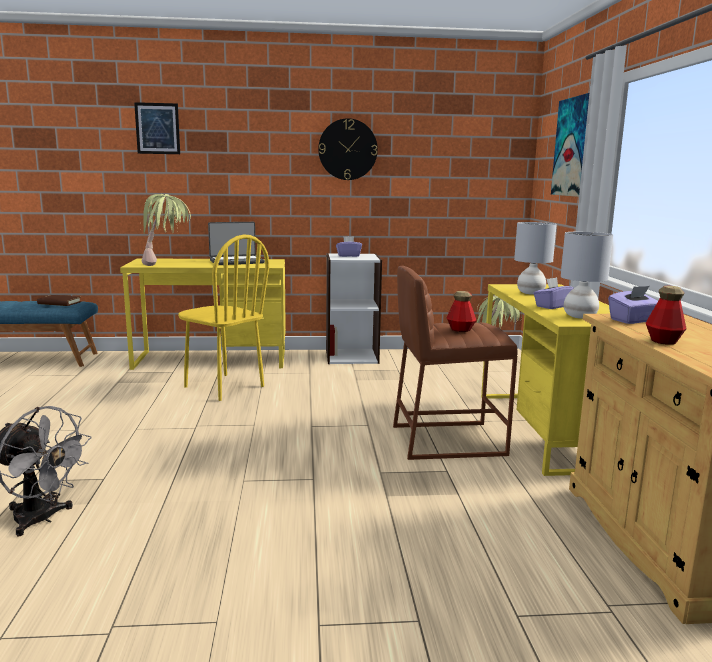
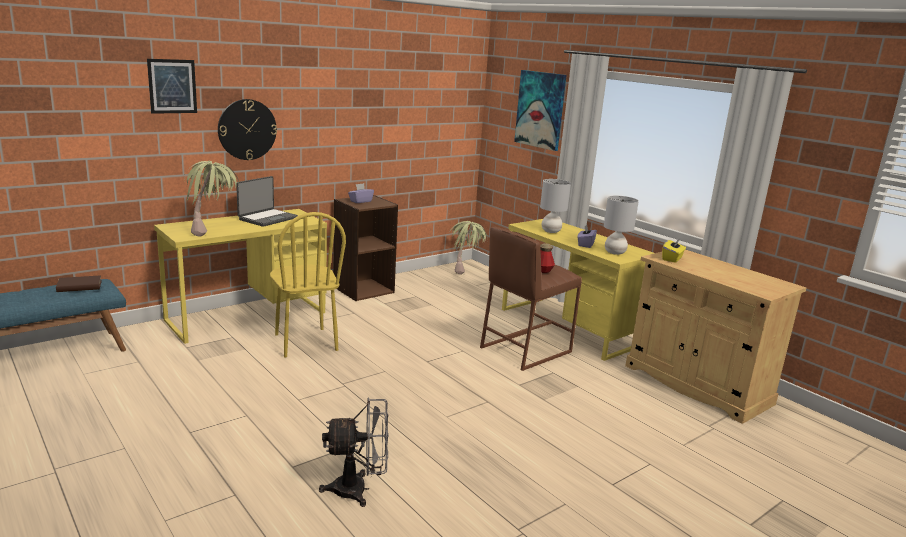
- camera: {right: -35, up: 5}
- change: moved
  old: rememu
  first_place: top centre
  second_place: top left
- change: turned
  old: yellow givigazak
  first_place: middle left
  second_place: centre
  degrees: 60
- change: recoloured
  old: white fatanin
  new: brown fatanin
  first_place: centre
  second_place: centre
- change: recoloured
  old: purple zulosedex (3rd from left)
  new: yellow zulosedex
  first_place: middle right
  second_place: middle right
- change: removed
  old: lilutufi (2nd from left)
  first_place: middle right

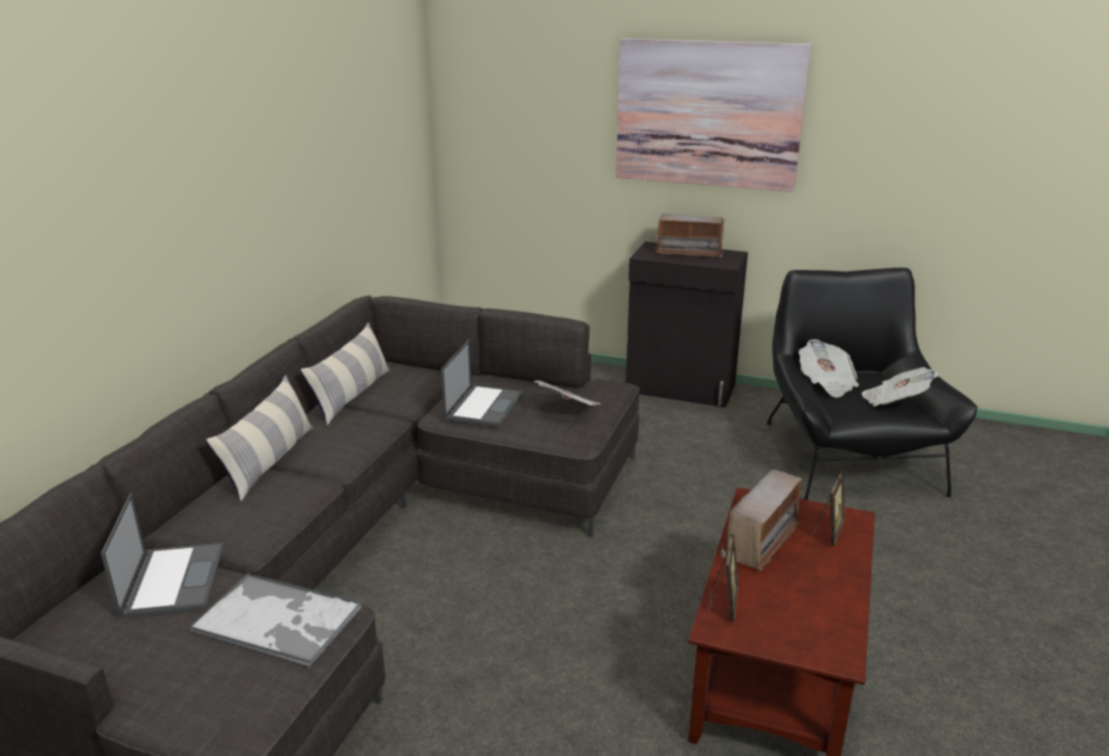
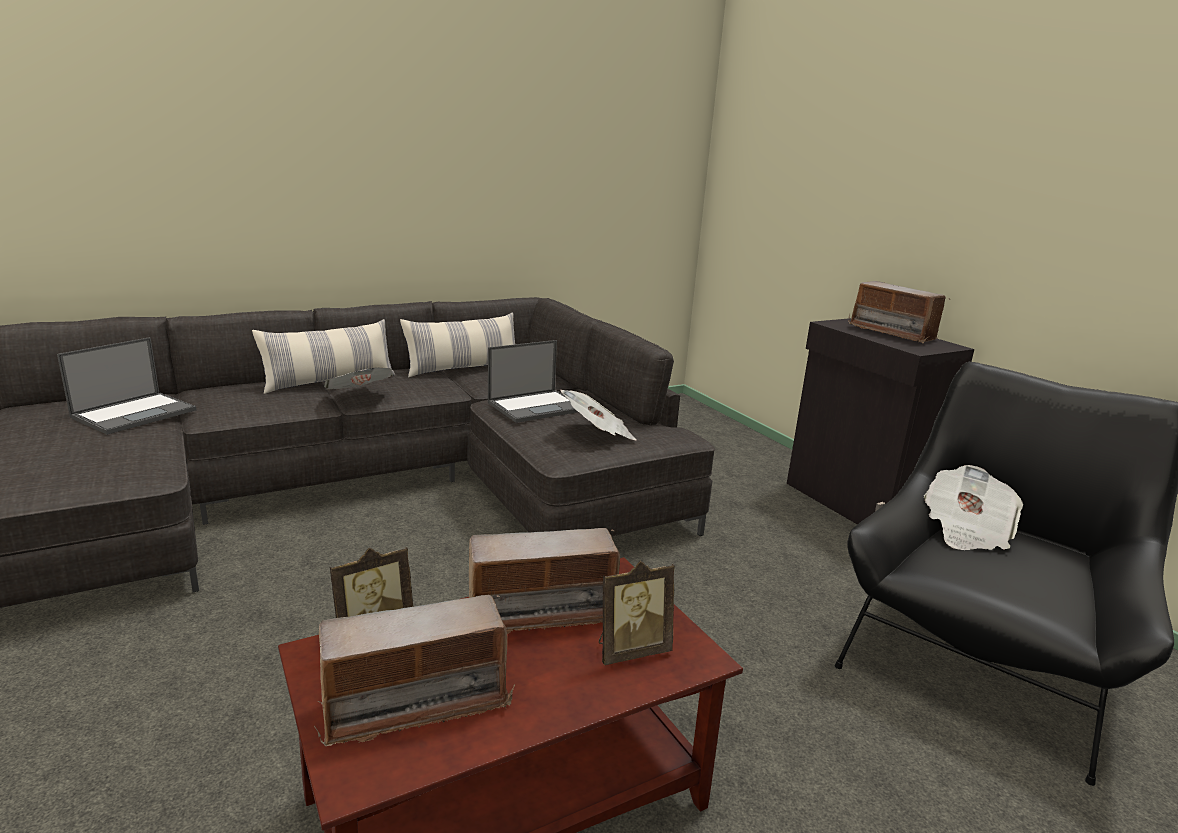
- camera: {right: 40, up: -5}
- change: removed
  old: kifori
  first_place: top centre
- change: moved
  old: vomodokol (3rd from left in the first image)
  new: vomodokol (1st from left)
  first_place: middle right
  second_place: middle left
- change: removed
  old: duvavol
  first_place: bottom left
- change: added
  new: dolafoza (1st from left)
  second_place: bottom centre

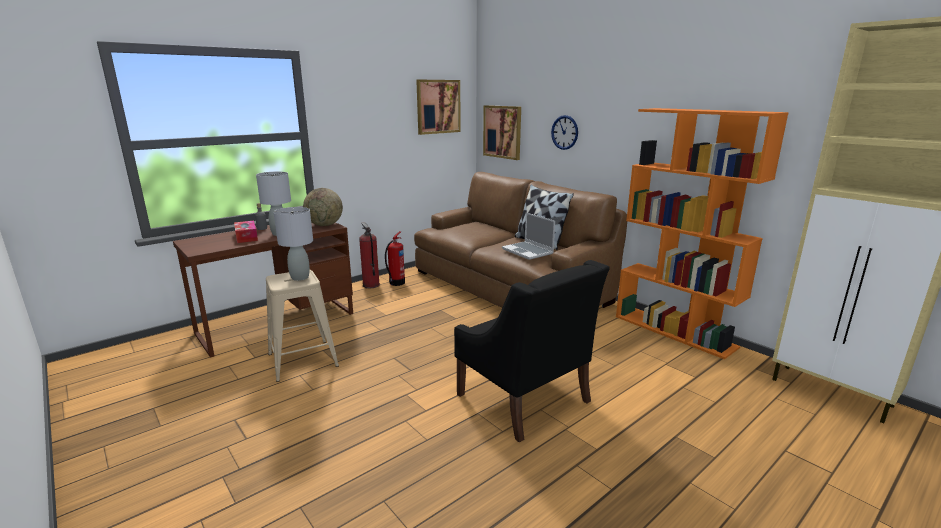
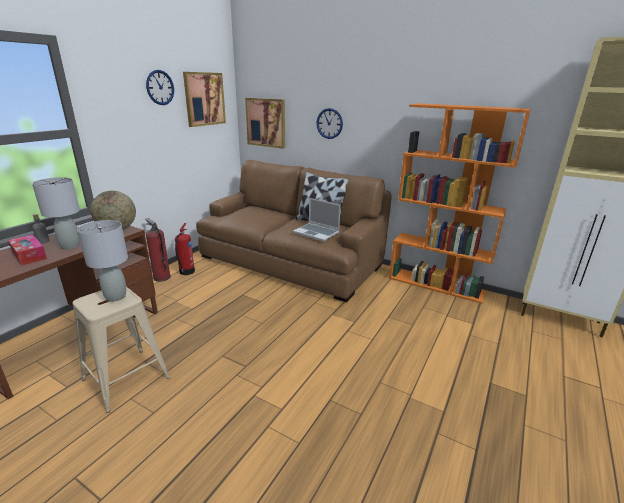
- camera: {right: -20, up: 5}
- change: removed
  old: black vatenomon
  first_place: centre
- change: added
  new: rememu (1st from left)
  second_place: top left

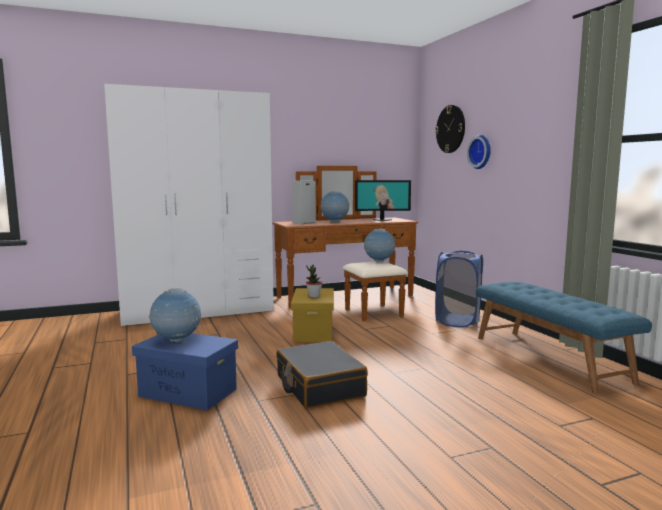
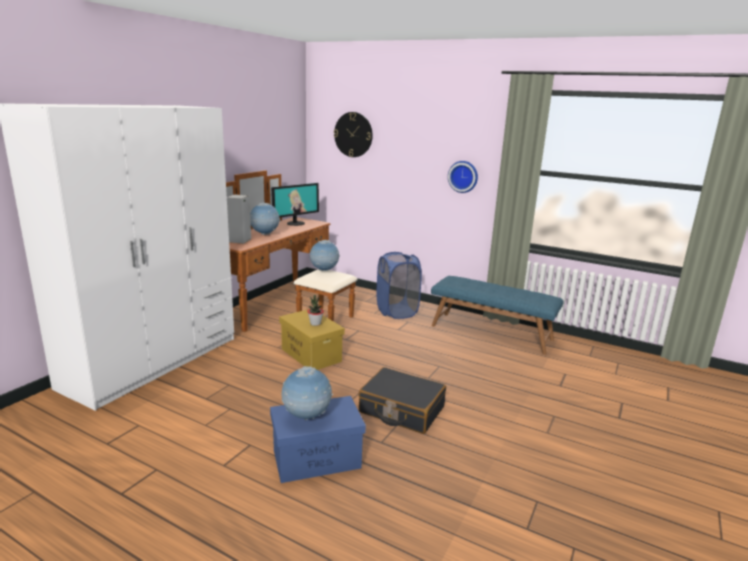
- camera: {right: -40, up: 10}
- change: moved
  old: rememu (2nd from left)
  first_place: top right
  second_place: top centre

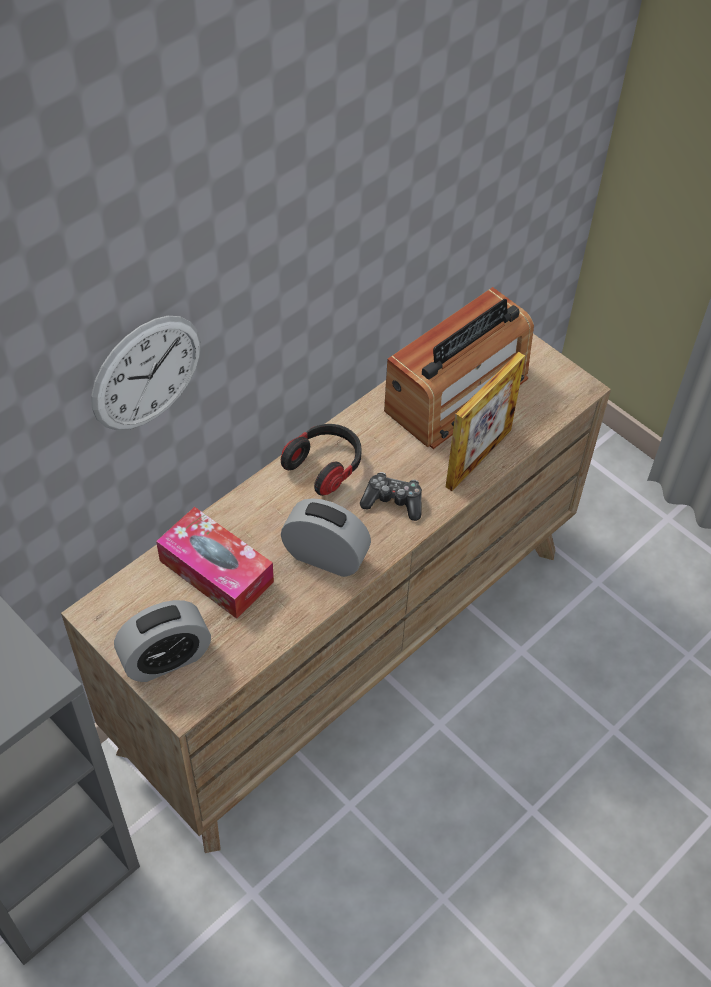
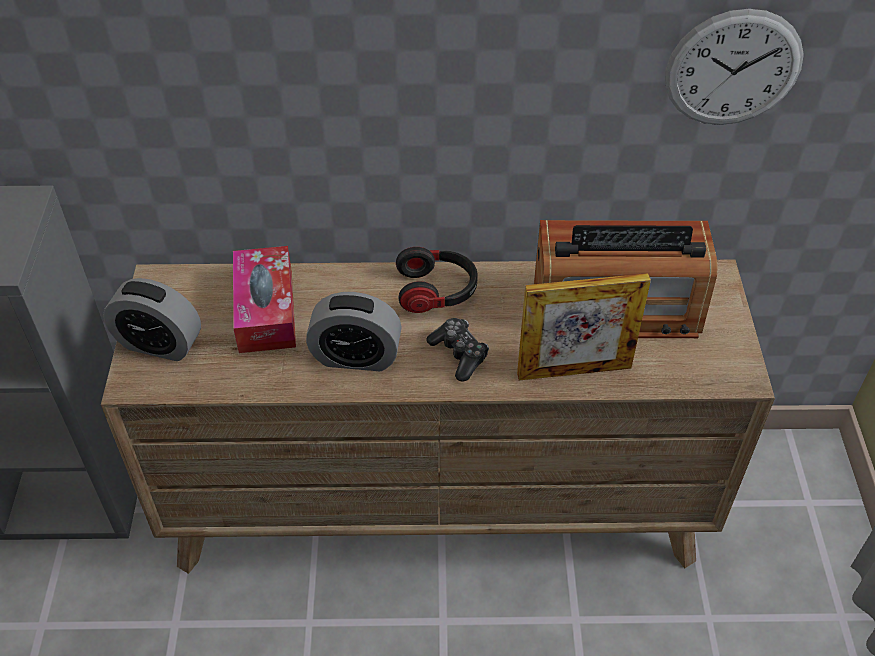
- camera: {right: 45, up: -5}
- change: moved
  old: rememu
  first_place: middle left
  second_place: top right
- change: turned
  old: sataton (2nd from left)
  first_place: centre
  second_place: centre
  degrees: 120

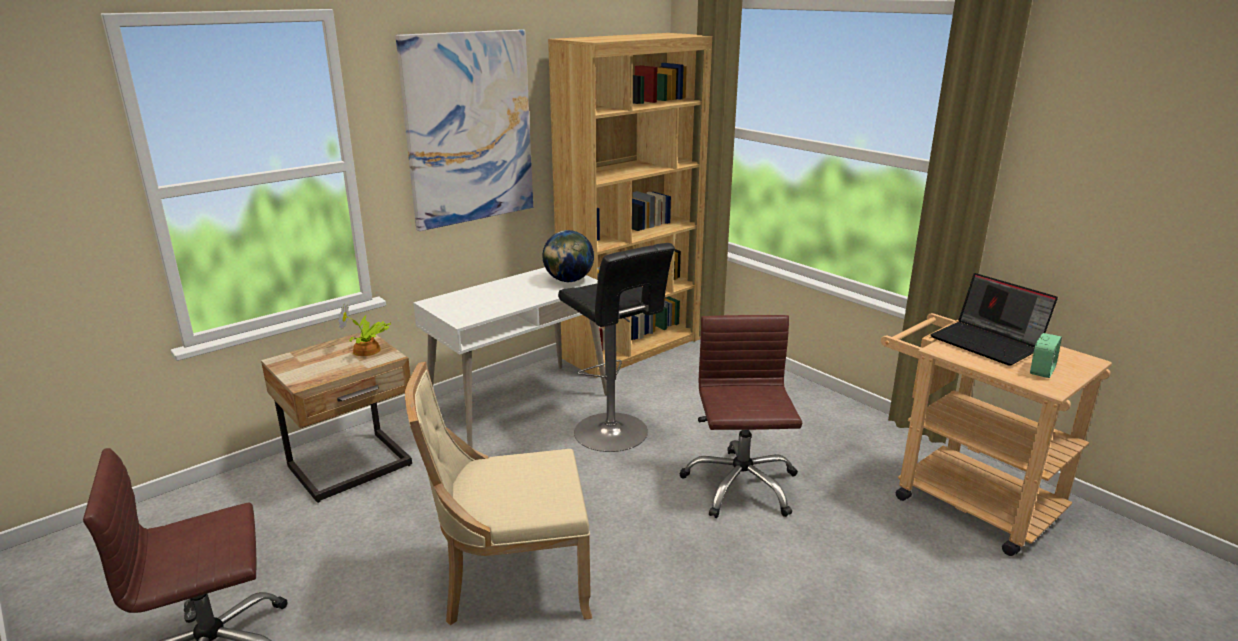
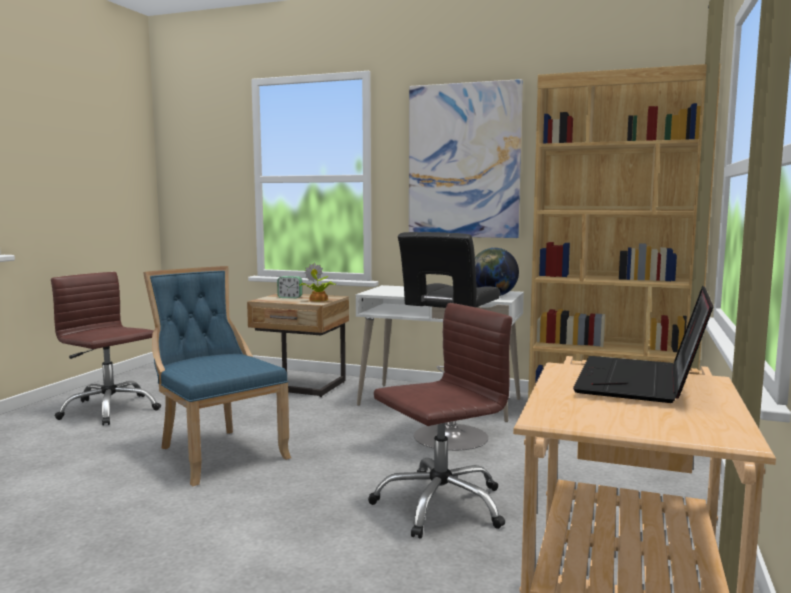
- camera: {right: 60, up: -15}
- change: moved
  old: sataton
  first_place: middle right
  second_place: centre
- change: recoloured
  old: beige givigazak
  new: blue givigazak
  first_place: bottom centre
  second_place: middle left

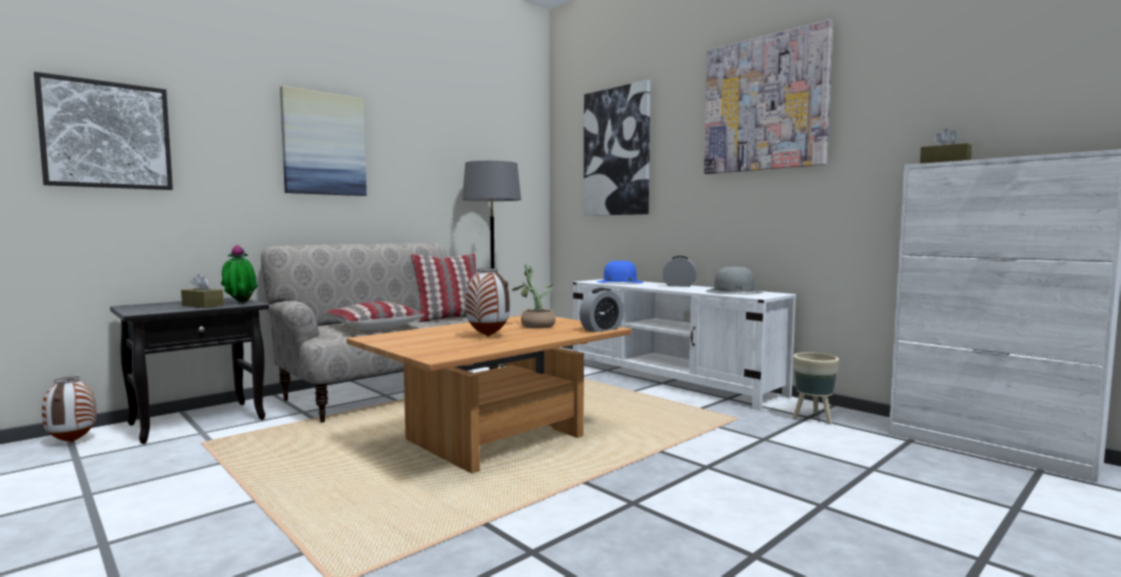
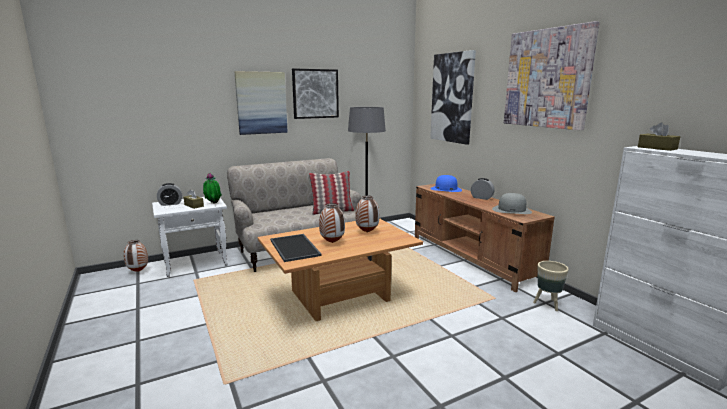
- camera: {right: 15, up: 10}
- change: moved
  old: kifori (1st from left in the first image)
  new: kifori (2nd from left)
  first_place: top left
  second_place: top centre
- change: replaced
  old: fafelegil (2nd from left)
  new: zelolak (3rd from left)
  first_place: centre
  second_place: centre
- change: recoloured
  old: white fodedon
  new: brown fodedon
  first_place: centre
  second_place: middle right
- change: moved
  old: sataton (1st from left)
  first_place: centre
  second_place: middle left
- change: recoloured
  old: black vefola
  new: white vefola
  first_place: middle left
  second_place: middle left
- change: removed
  old: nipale (1st from left)
  first_place: centre
- change: added
  new: duvavol
  second_place: centre

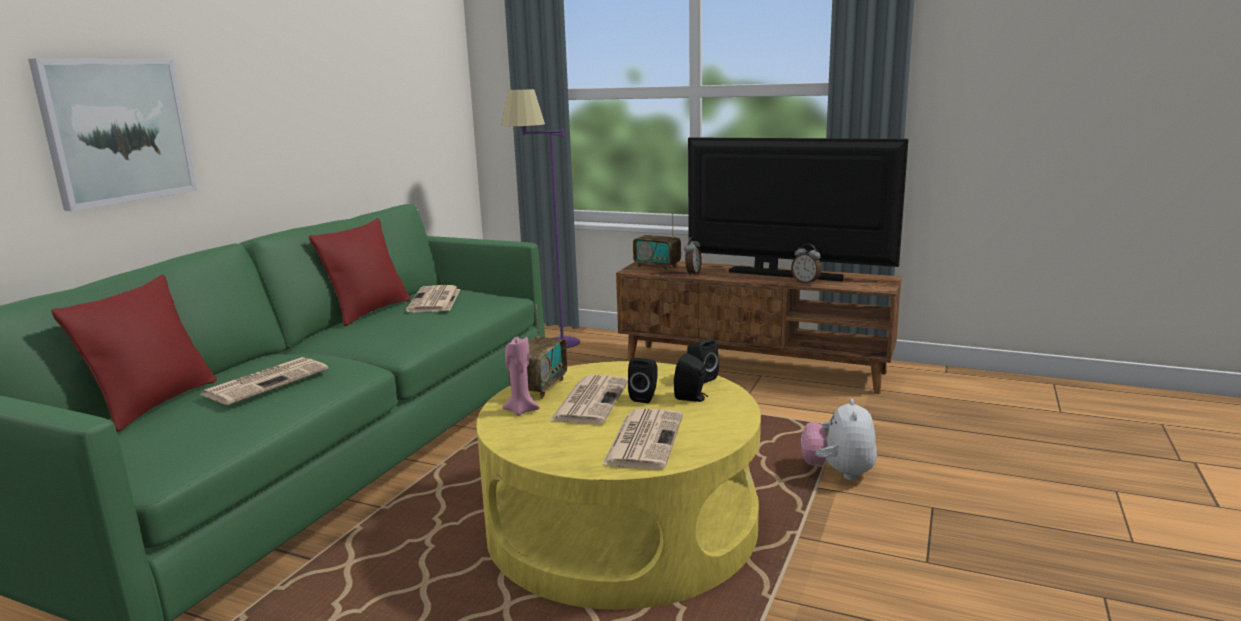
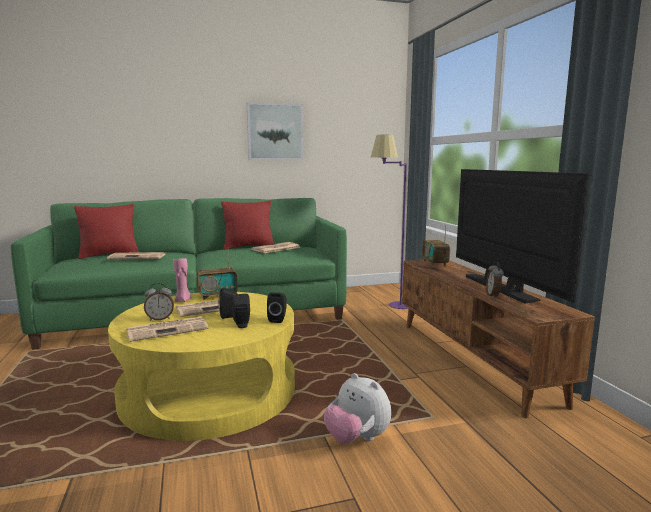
- camera: {right: 50, up: -5}
- change: moved
  old: kifori
  first_place: top left
  second_place: top centre
- change: moved
  old: sataton (1st from left)
  first_place: centre
  second_place: middle left
- change: turned
  old: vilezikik
  first_place: bottom right
  second_place: bottom centre
  degrees: -105

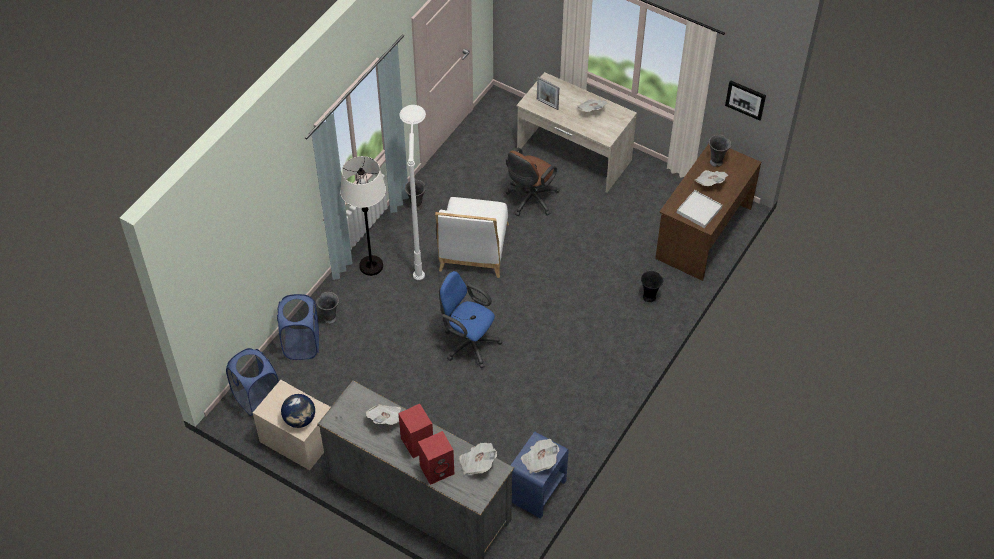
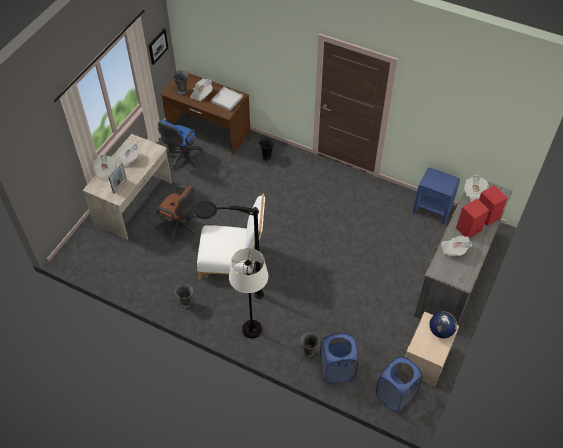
- camera: {right: -95, up: 0}
- change: recoloured
  old: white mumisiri (2nd from left)
  new: black mumisiri
  first_place: centre
  second_place: centre
- change: moved
  old: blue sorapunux
  first_place: centre
  second_place: top left
- change: moved
  old: vomodokol (3rd from left in the first image)
  new: vomodokol (1st from left)
  first_place: bottom centre
  second_place: middle left

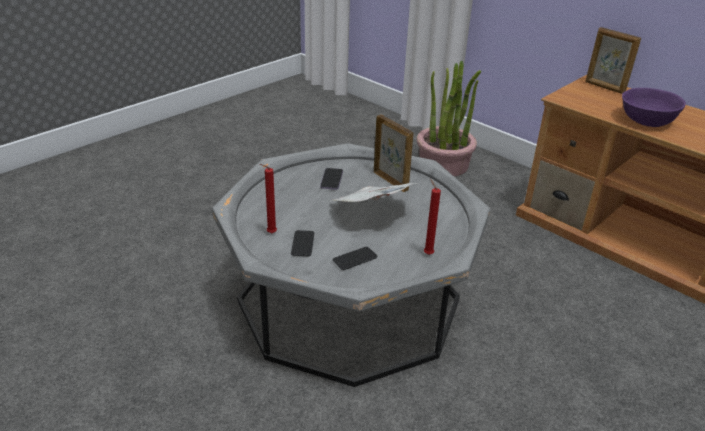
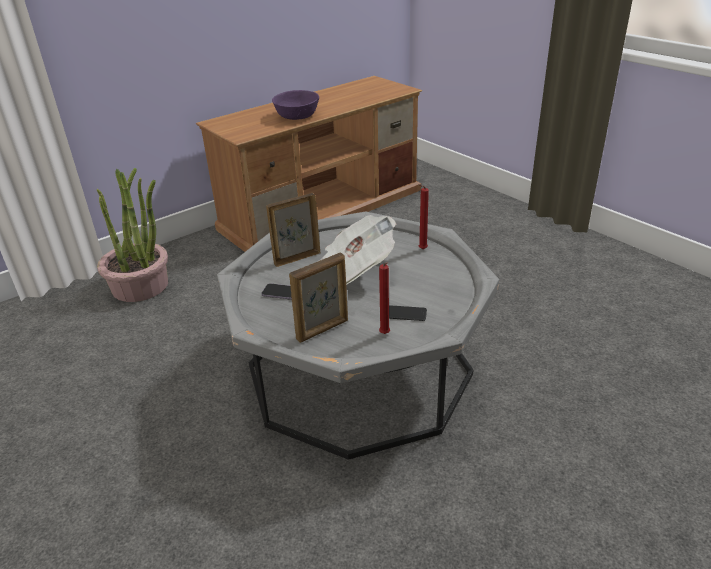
- camera: {right: -80, up: 0}
- change: moved
  old: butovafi (2nd from left)
  first_place: top right
  second_place: centre
- change: removed
  old: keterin (3rd from left)
  first_place: centre

